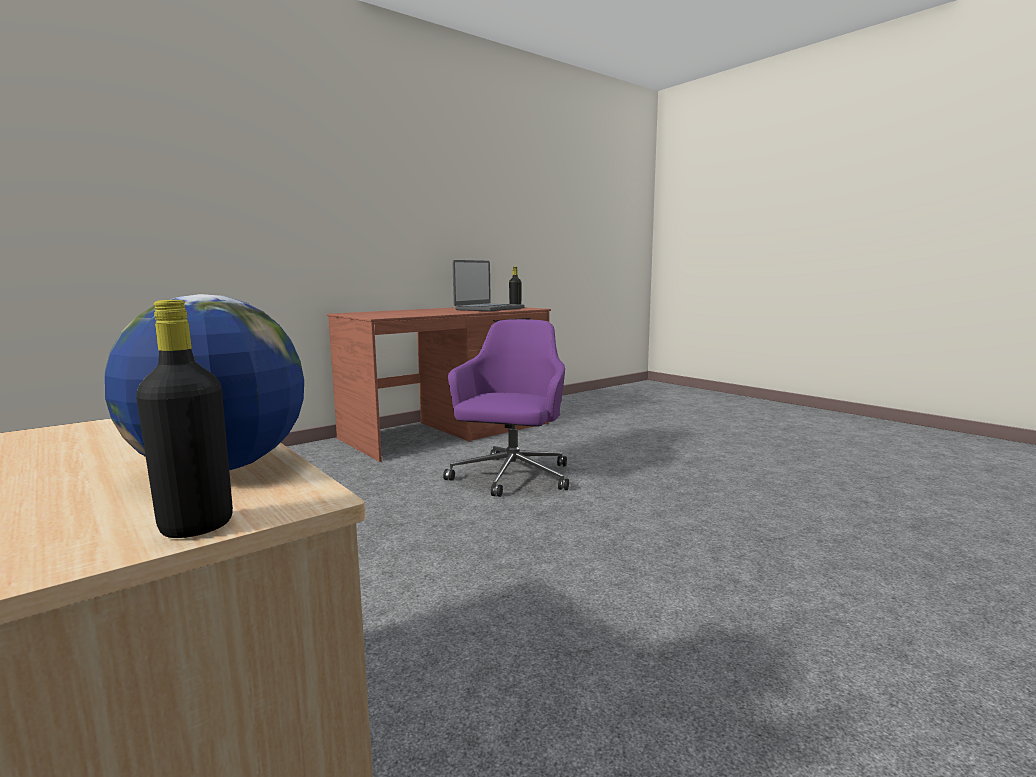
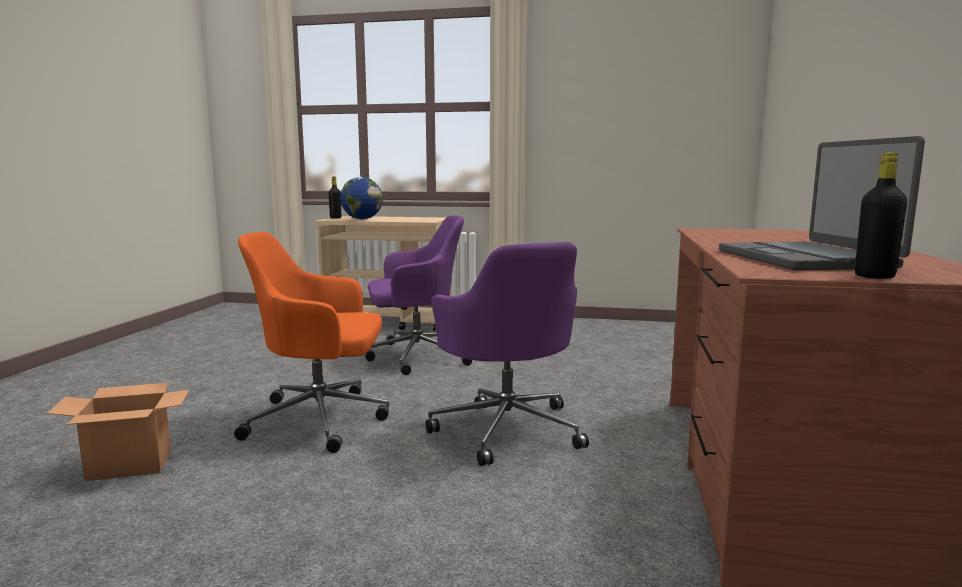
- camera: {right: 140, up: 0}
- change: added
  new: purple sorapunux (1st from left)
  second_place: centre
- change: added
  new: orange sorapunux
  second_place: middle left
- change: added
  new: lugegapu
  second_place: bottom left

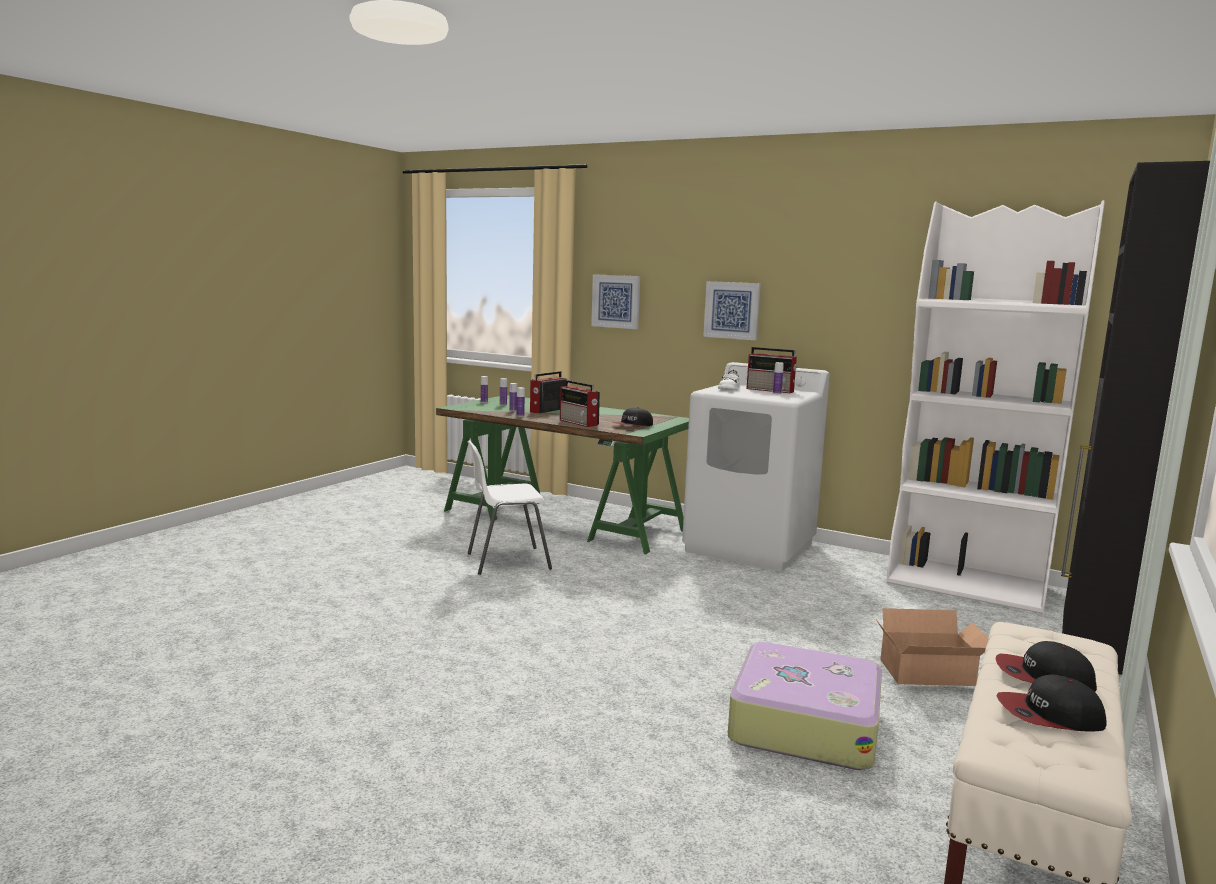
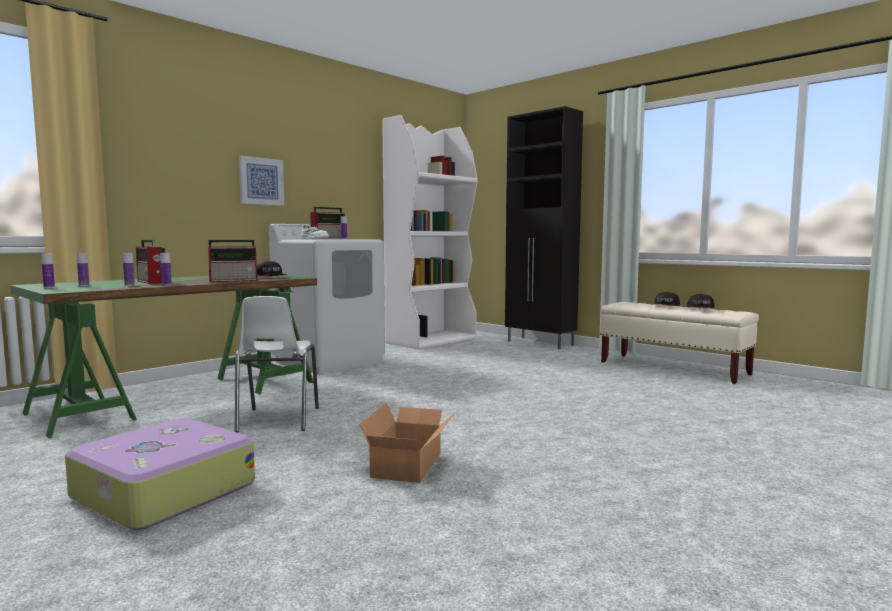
- camera: {right: -75, up: -5}
- change: removed
  old: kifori (1st from left)
  first_place: centre
- change: moved
  old: lugegapu
  first_place: bottom right
  second_place: bottom centre
- change: moved
  old: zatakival
  first_place: bottom centre
  second_place: bottom left

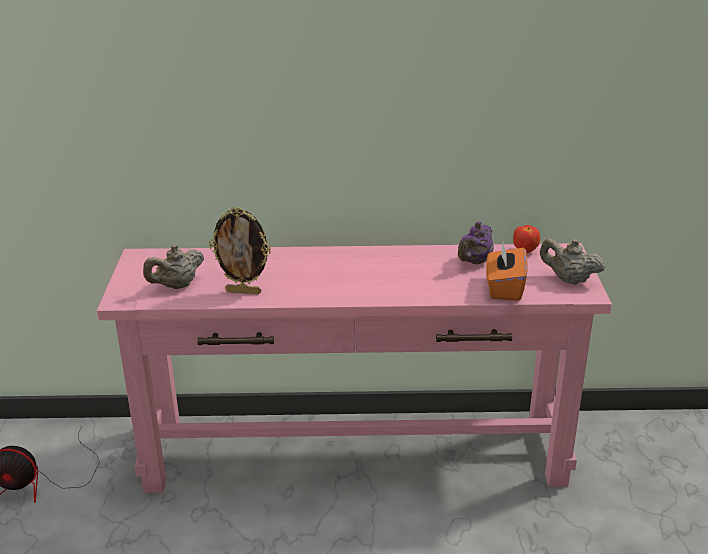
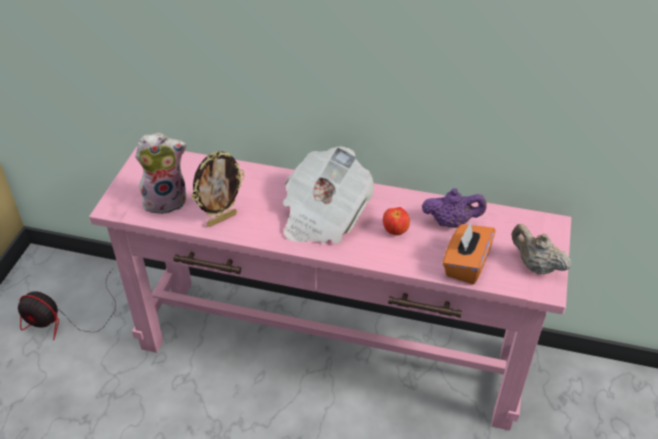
- camera: {right: 15, up: 15}
- change: turned
  old: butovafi
  first_place: centre
  second_place: middle left
  degrees: -60
- change: turned
  old: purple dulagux
  first_place: middle right
  second_place: middle right
  degrees: -135
- change: moved
  old: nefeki
  first_place: middle right
  second_place: centre
- change: replaced
  old: beige dulagux (1st from left)
  new: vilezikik
  first_place: middle left
  second_place: middle left
- change: added
  new: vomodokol
  second_place: centre

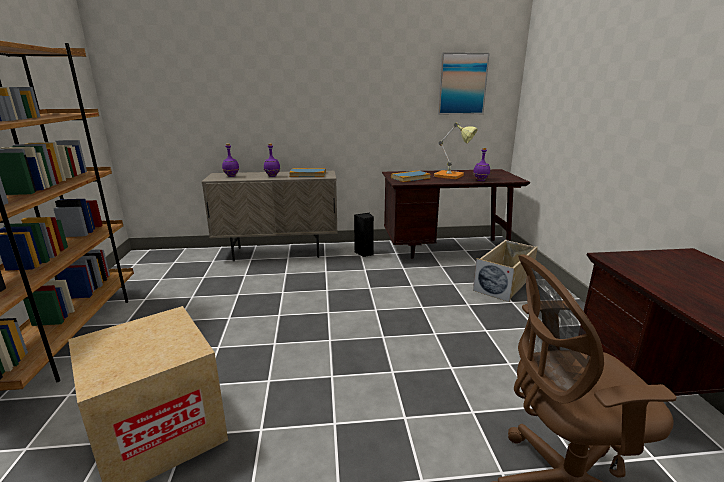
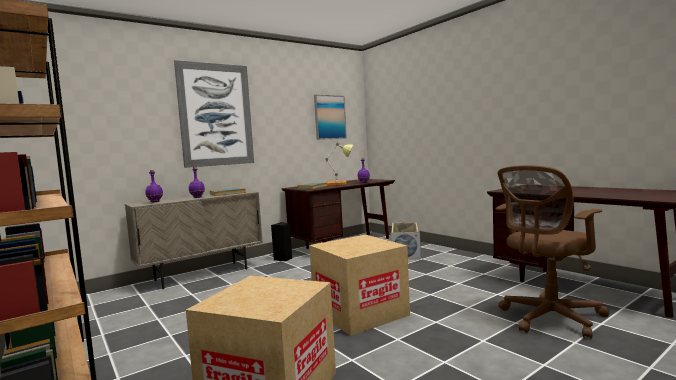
- camera: {right: -30, up: -15}
- change: added
  new: kifori (1st from left)
  second_place: top left
- change: added
  new: lugegapu (2nd from left)
  second_place: bottom centre

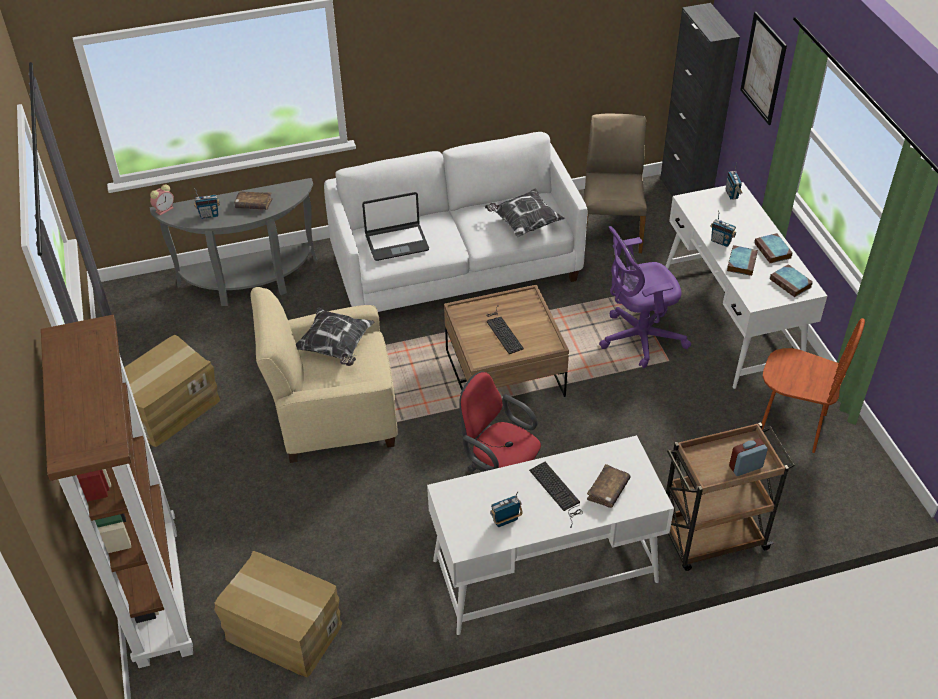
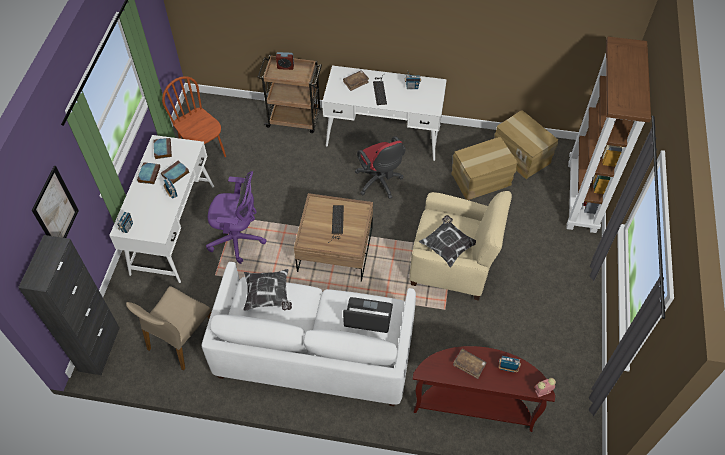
- camera: {right: -155, up: 10}
- change: recoloured
  old: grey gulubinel
  new: brown gulubinel
  first_place: middle left
  second_place: bottom right
- change: moved
  old: lugegapu (1st from left)
  first_place: middle left
  second_place: middle right

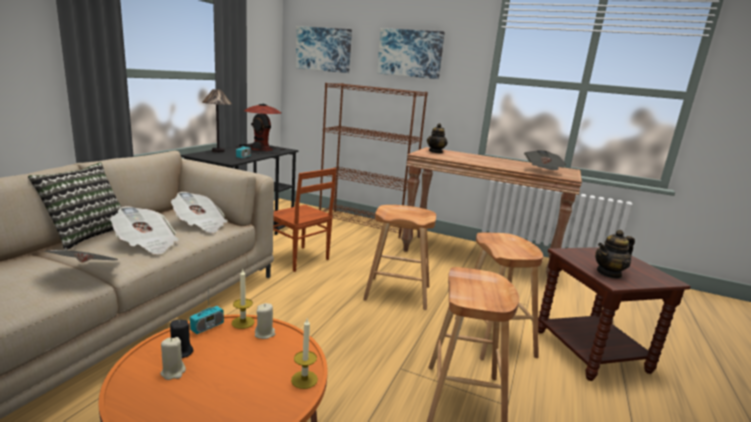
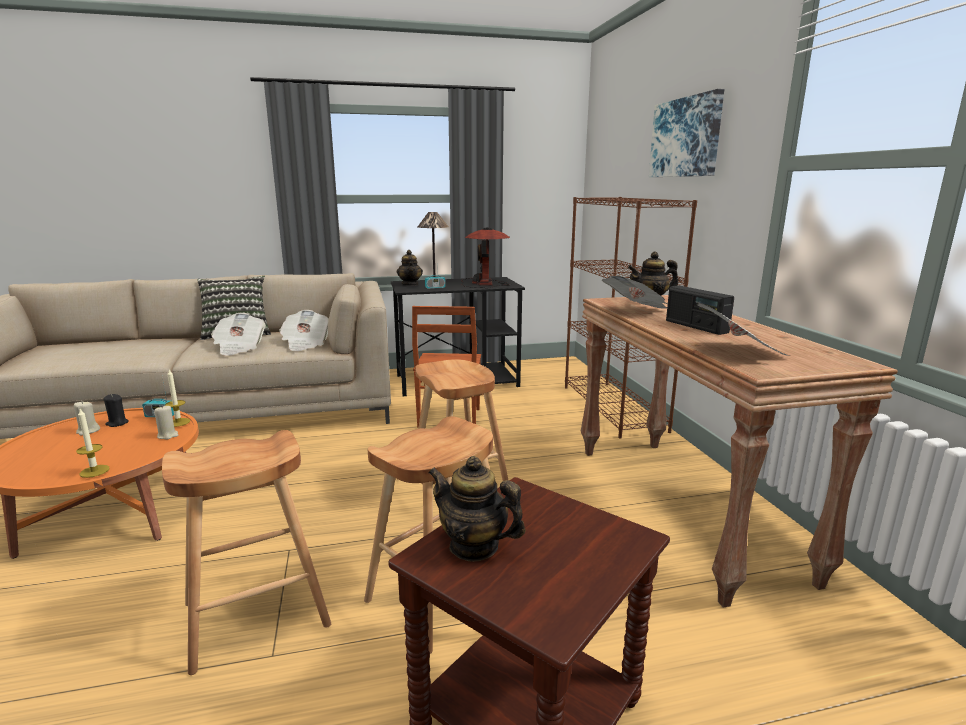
- camera: {right: 55, up: 0}
- change: removed
  old: kifori (1st from left)
  first_place: top centre
- change: moved
  old: vomodokol (1st from left in the first image)
  new: vomodokol (3rd from left)
  first_place: middle left
  second_place: centre
- change: added
  new: dulagux (1st from left)
  second_place: centre
- change: added
  new: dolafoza (3rd from left)
  second_place: middle right

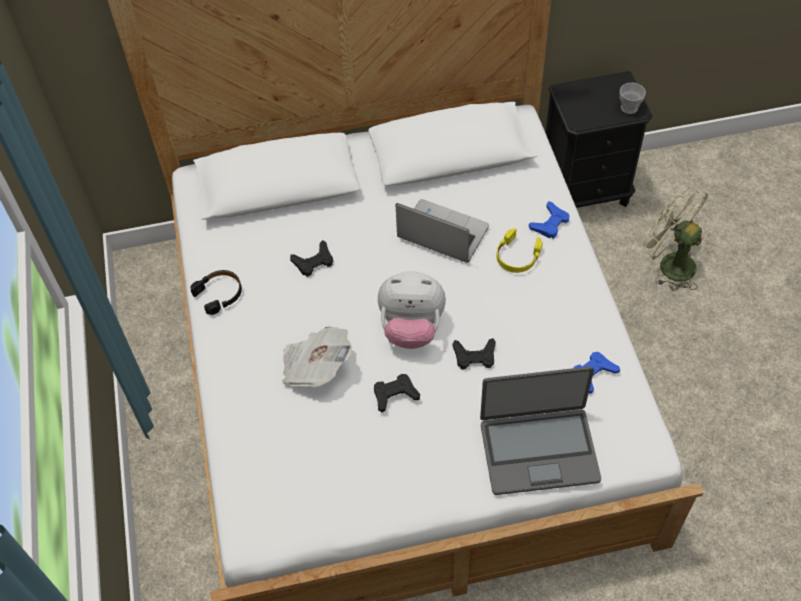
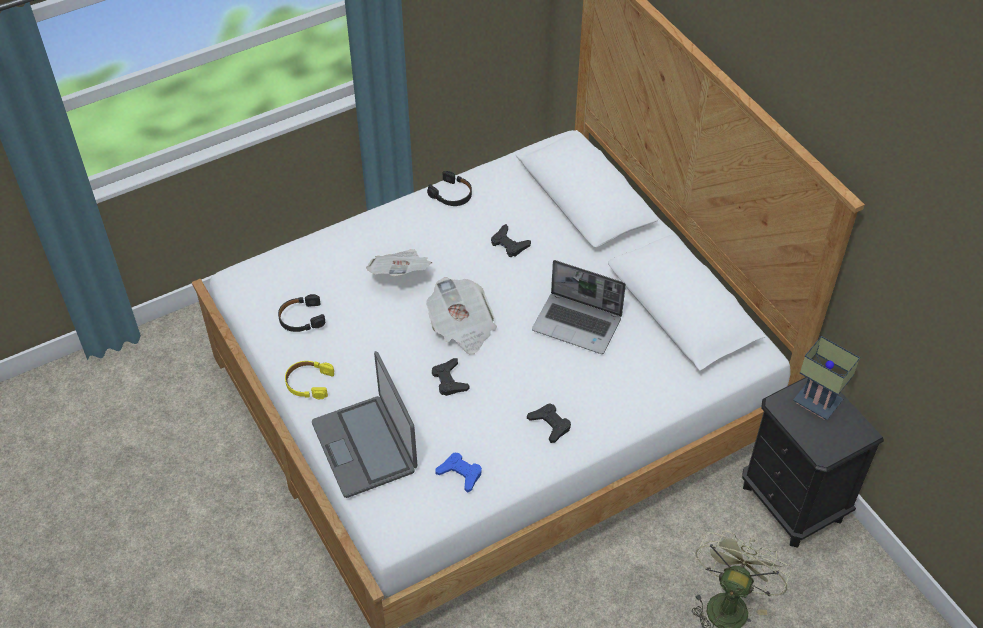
- camera: {right: 70, up: -5}
- change: removed
  old: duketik
  first_place: top right
- change: turned
  old: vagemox (1st from left in the first image)
  first_place: centre
  second_place: centre
  degrees: 105
- change: removed
  old: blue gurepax (1st from left)
  first_place: middle right
- change: moved
  old: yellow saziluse
  first_place: centre
  second_place: middle left
- change: replaced
  old: vilezikik
  new: vomodokol (2nd from left)
  first_place: centre
  second_place: centre
- change: moved
  old: black gurepax (2nd from left in the first image)
  new: black gurepax (3rd from left)
  first_place: centre
  second_place: bottom centre
- change: added
  new: black saziluse (1st from left)
  second_place: middle left
- change: added
  new: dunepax
  second_place: middle right

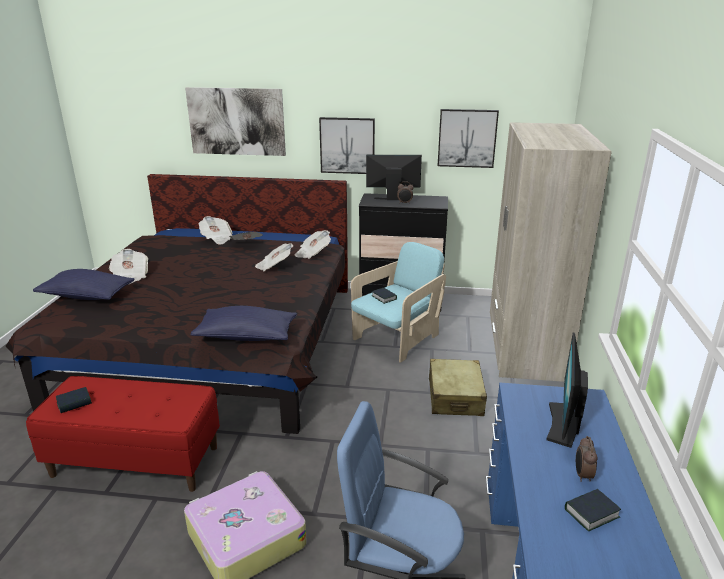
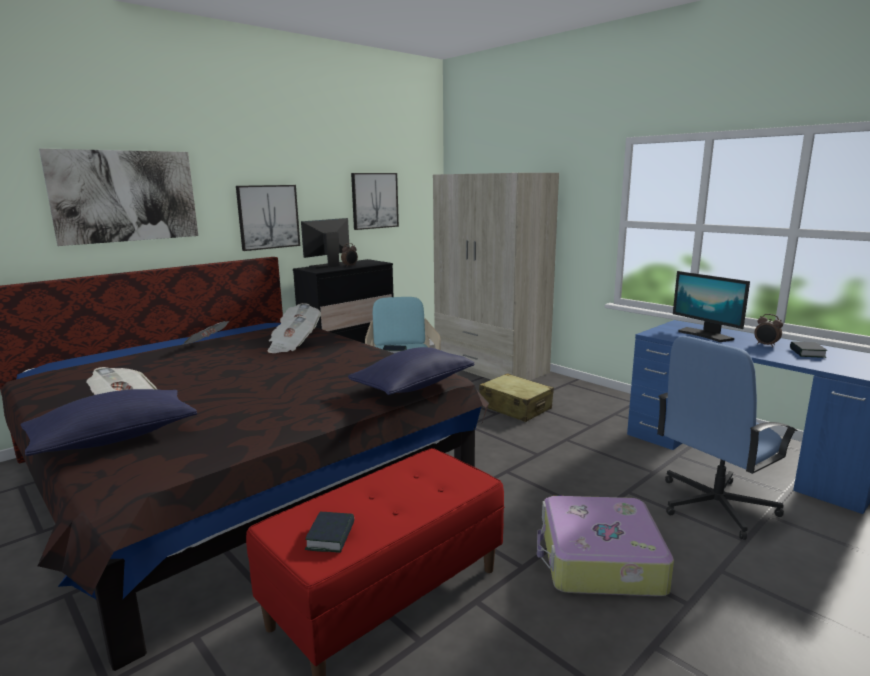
- camera: {right: -50, up: -10}
- change: removed
  old: vomodokol (2nd from left)
  first_place: middle left

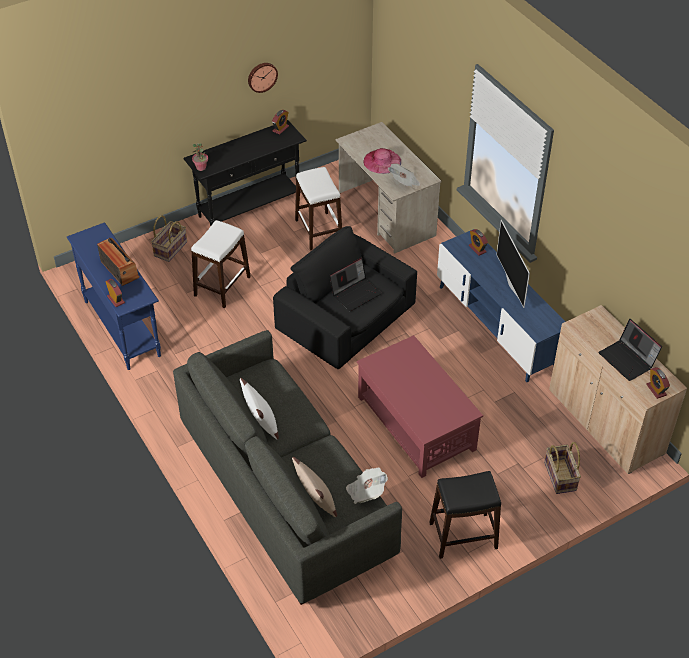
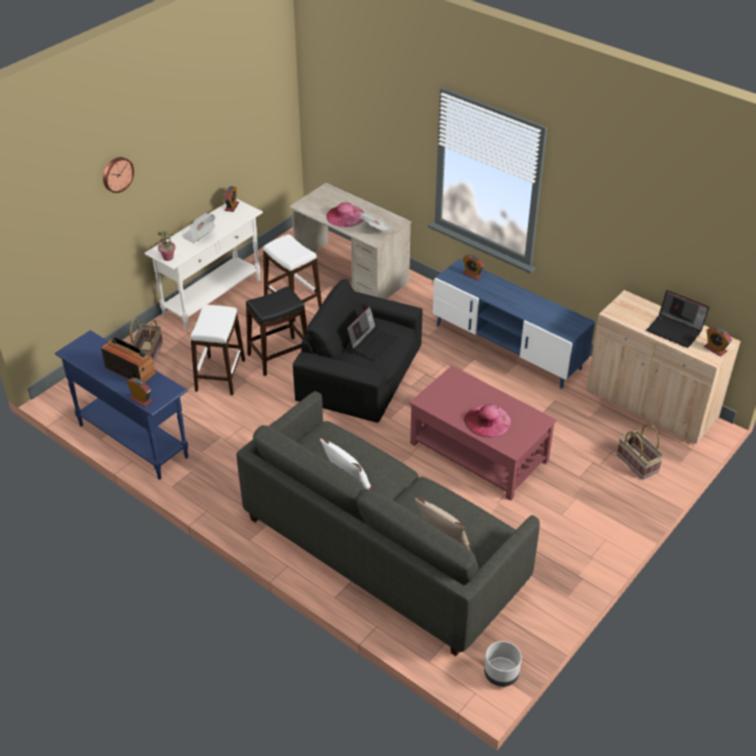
- camera: {right: -20, up: -5}
- change: moved
  old: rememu
  first_place: top centre
  second_place: top left
- change: recoloured
  old: black gulubinel
  new: white gulubinel
  first_place: top centre
  second_place: middle left
- change: removed
  old: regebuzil
  first_place: middle right
- change: moved
  old: vomodokol (1st from left)
  first_place: bottom centre
  second_place: top left
- change: moved
  old: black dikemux
  first_place: bottom right
  second_place: centre
- change: added
  new: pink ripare (2nd from left)
  second_place: centre
- change: added
  new: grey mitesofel
  second_place: bottom centre

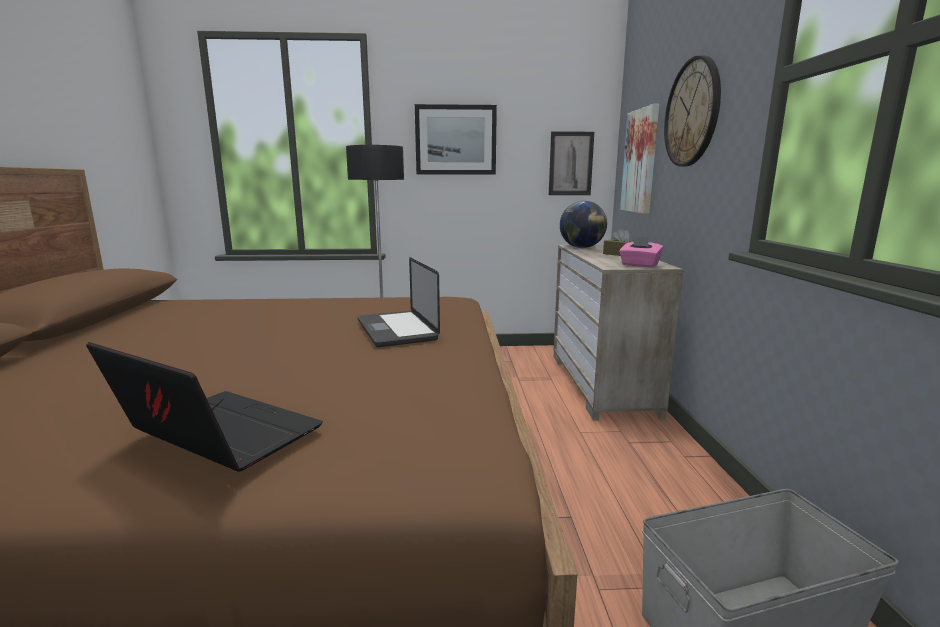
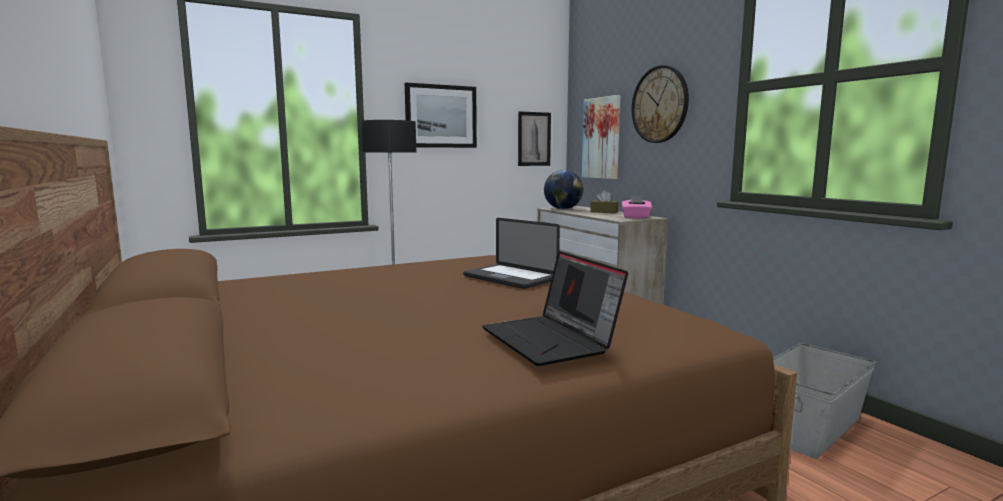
- camera: {right: -25, up: -5}
- change: turned
  old: vagemox (1st from left in the first image)
  first_place: middle left
  second_place: centre
  degrees: -120

